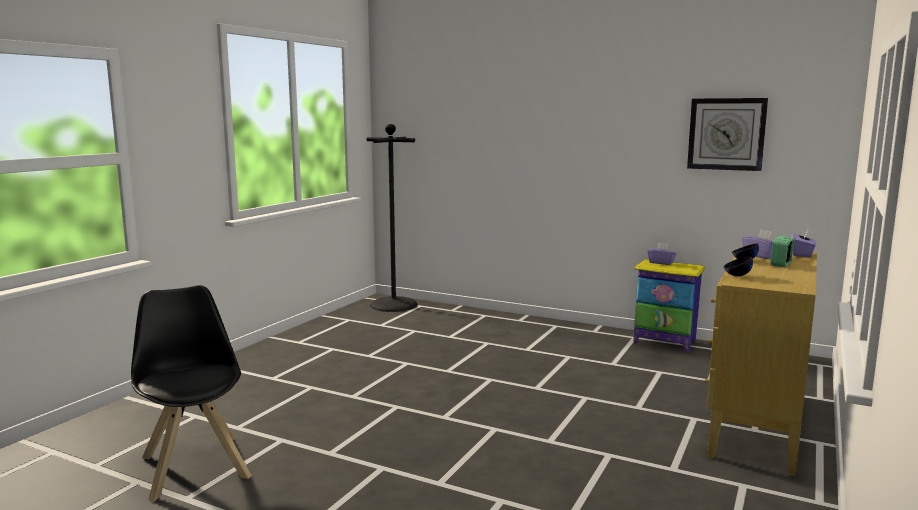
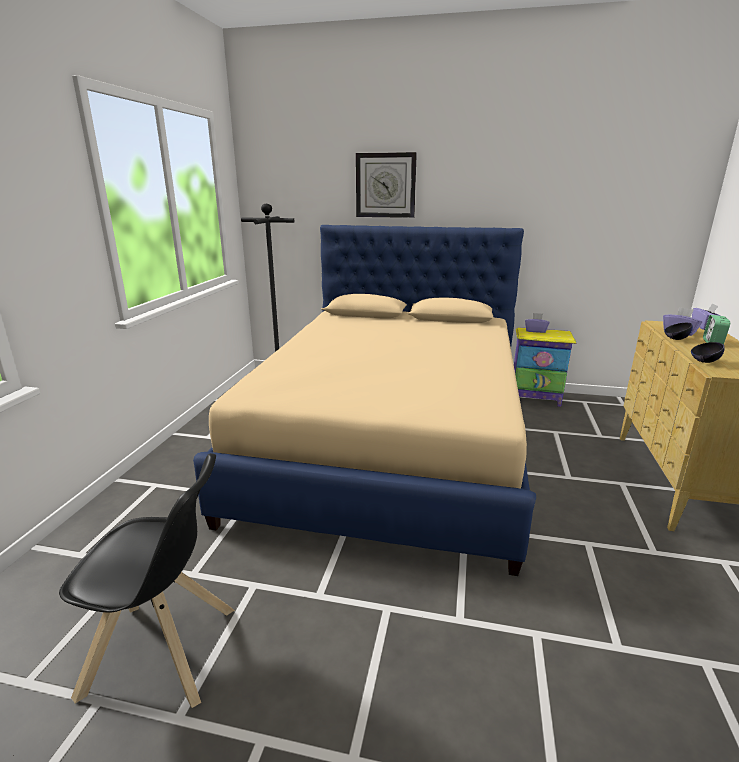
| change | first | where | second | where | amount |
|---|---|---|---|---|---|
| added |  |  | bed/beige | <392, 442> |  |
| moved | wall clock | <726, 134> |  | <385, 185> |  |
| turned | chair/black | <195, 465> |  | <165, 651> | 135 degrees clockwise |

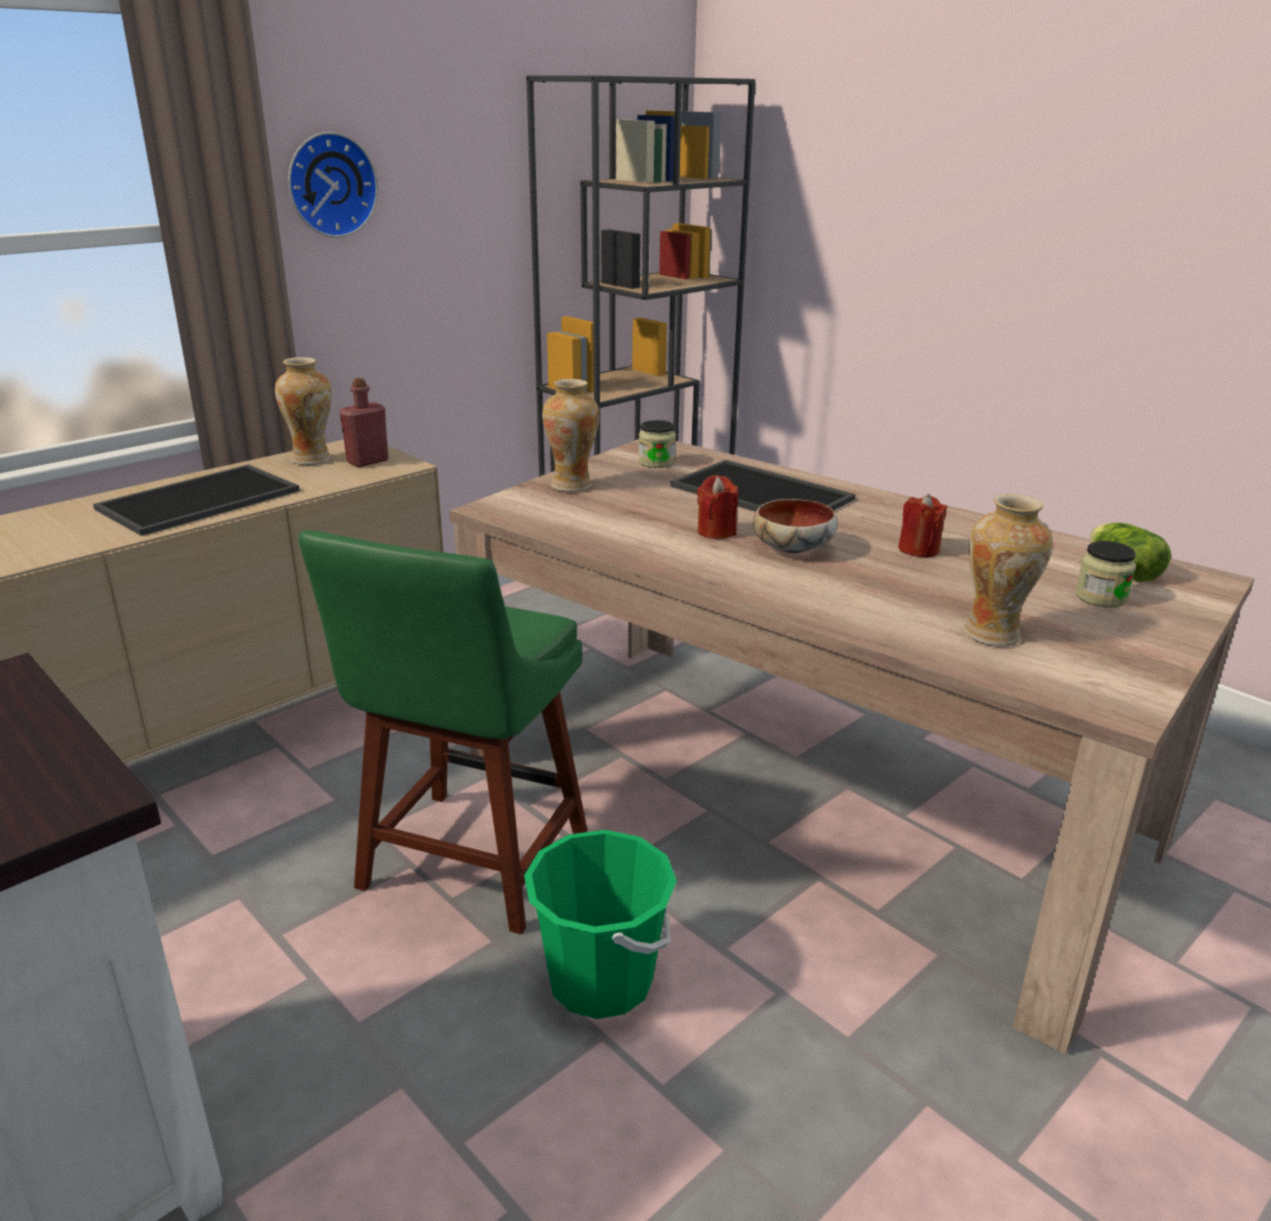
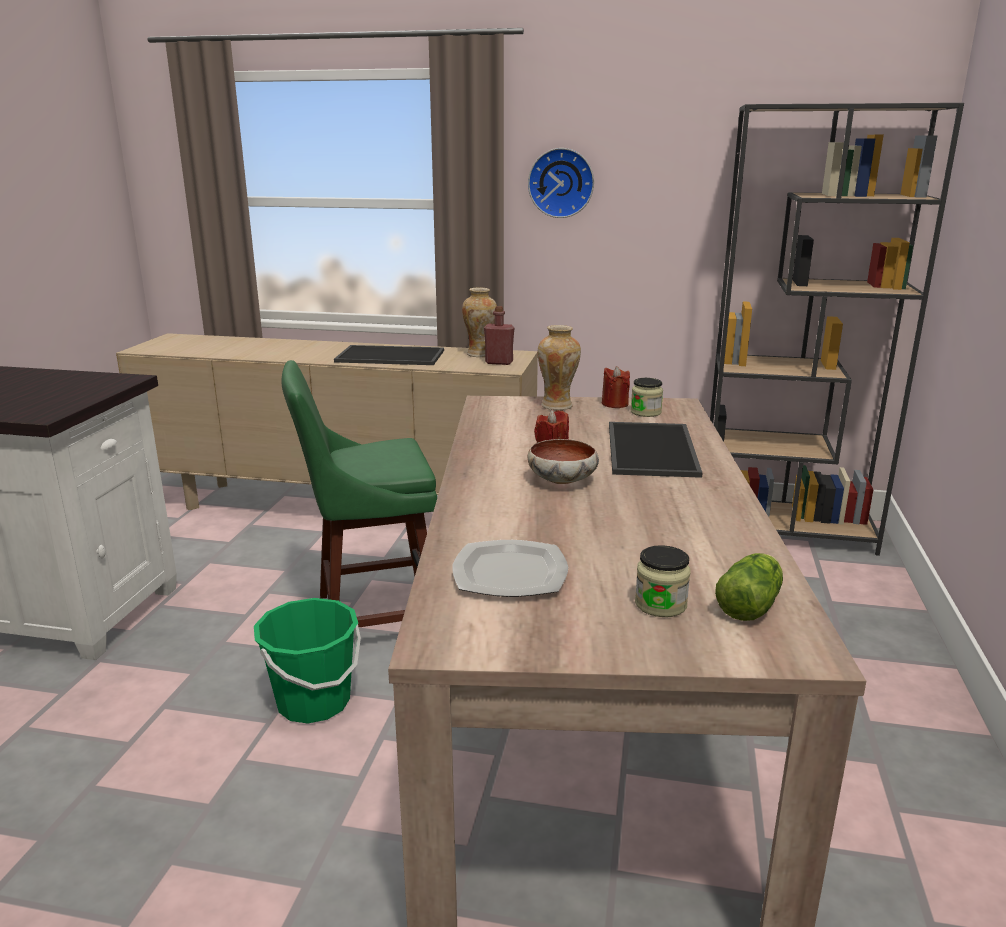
| change | first | where | second | where | amount |
|---|---|---|---|---|---|
| moved | candle/red | <918, 550> |  | <614, 404> |  |
| replaced | vase | <993, 635> | plate | <509, 573> |  |

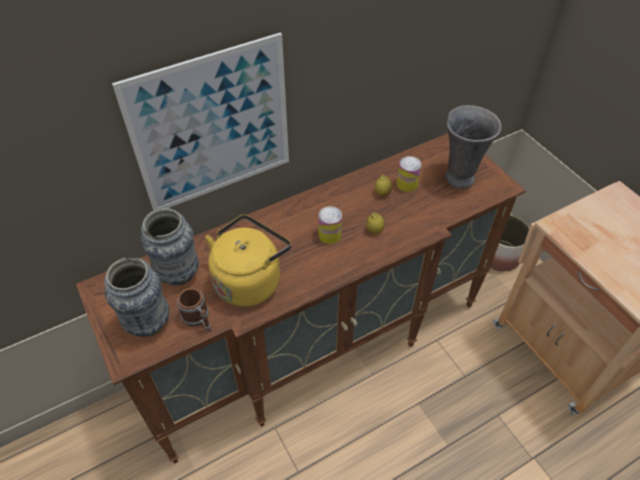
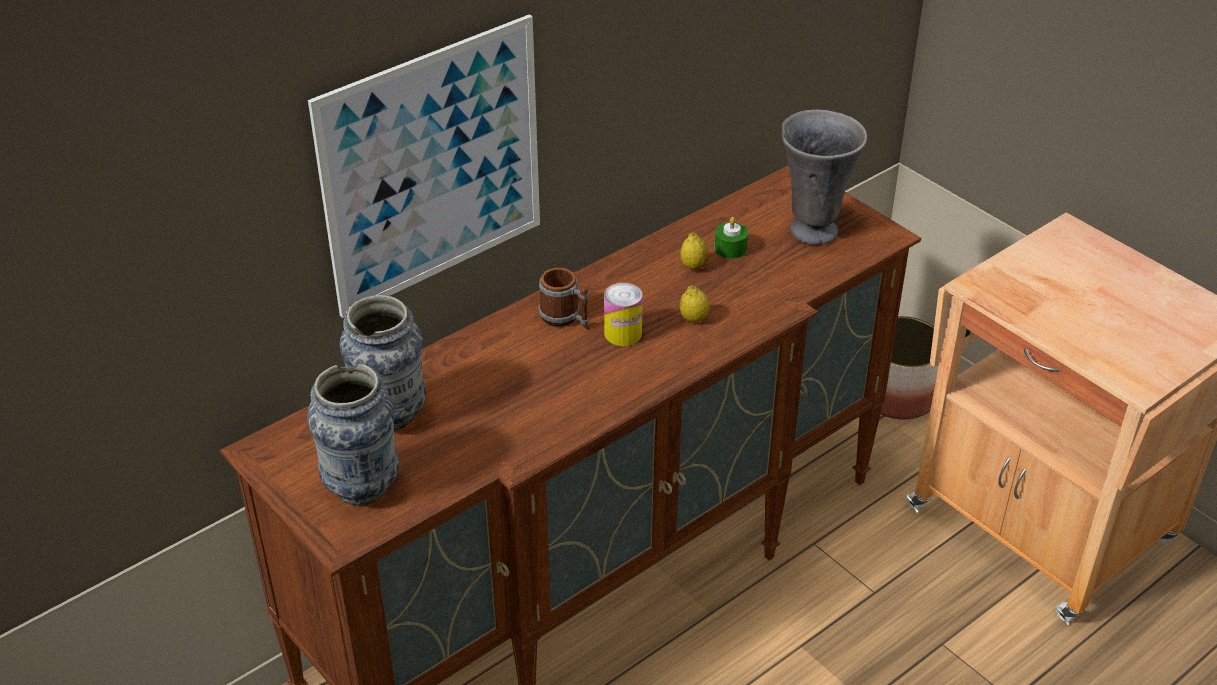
| change | first | where | second | where | amount |
|---|---|---|---|---|---|
| removed | kettle/yellow | <250, 280> |  |  |  |
| moved | mug | <198, 319> |  | <565, 318> |  |
| replaced | can | <407, 184> | candle/green | <730, 249> |  |

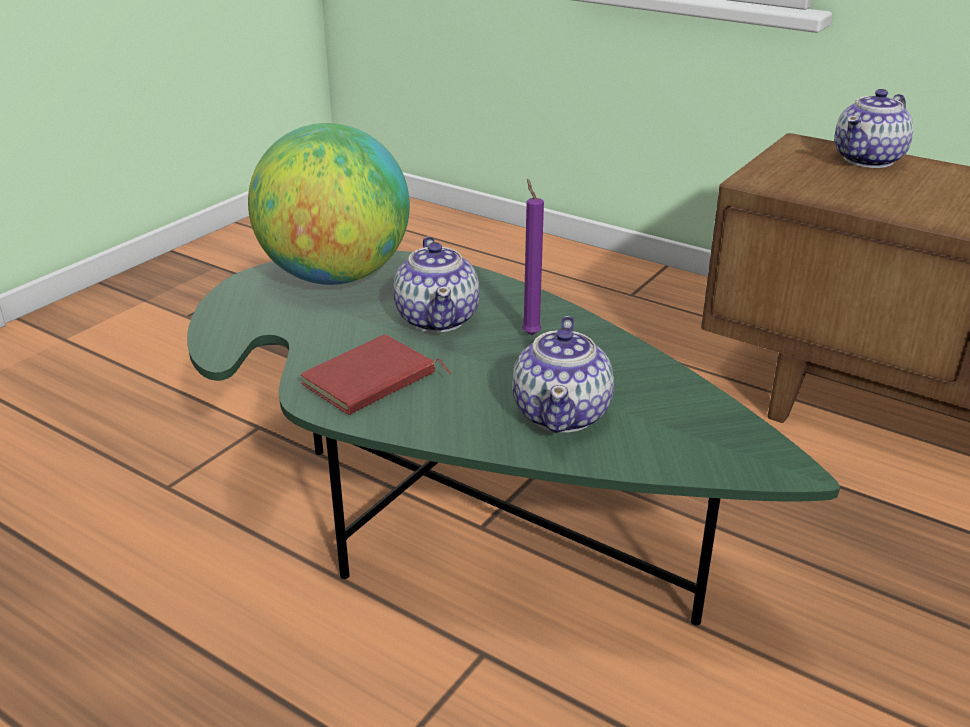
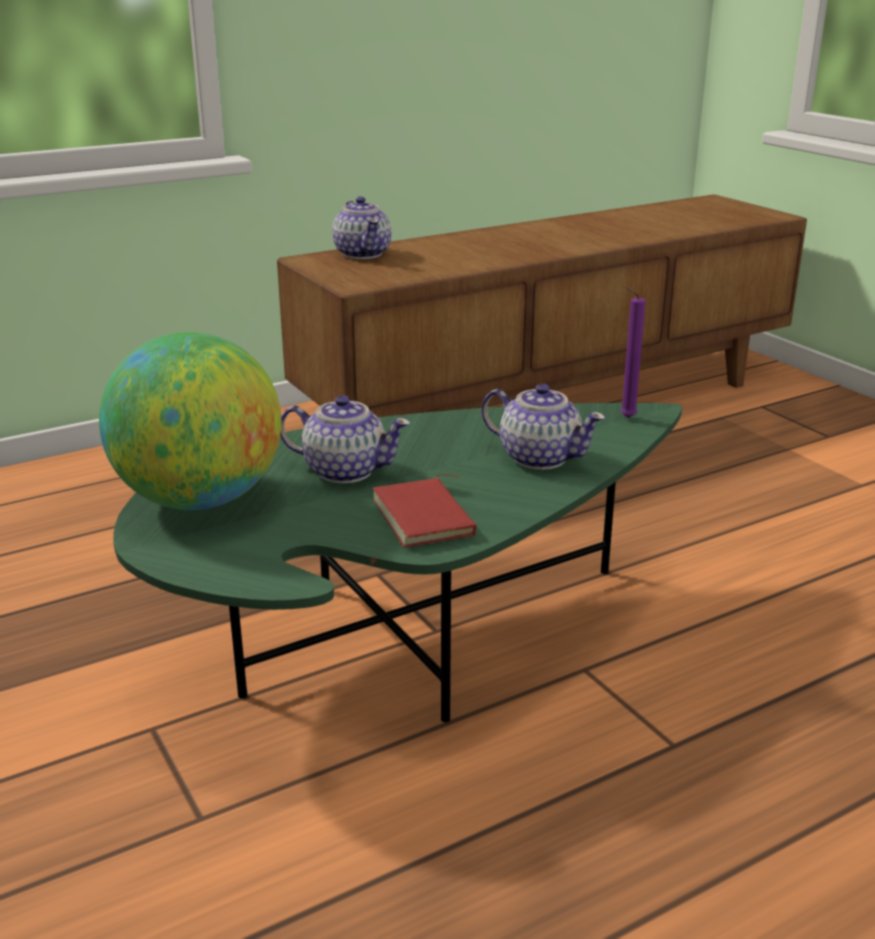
| change | first | where | second | where | amount |
|---|---|---|---|---|---|
| moved | candle/purple | <530, 333> |  | <625, 418> |  |

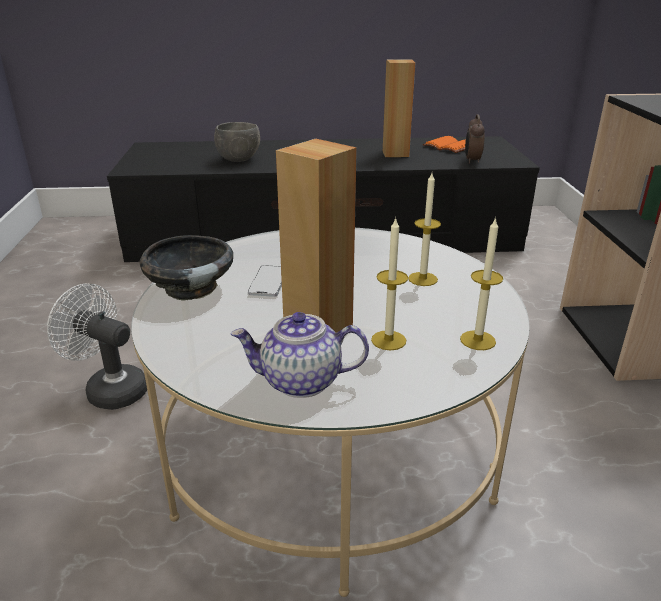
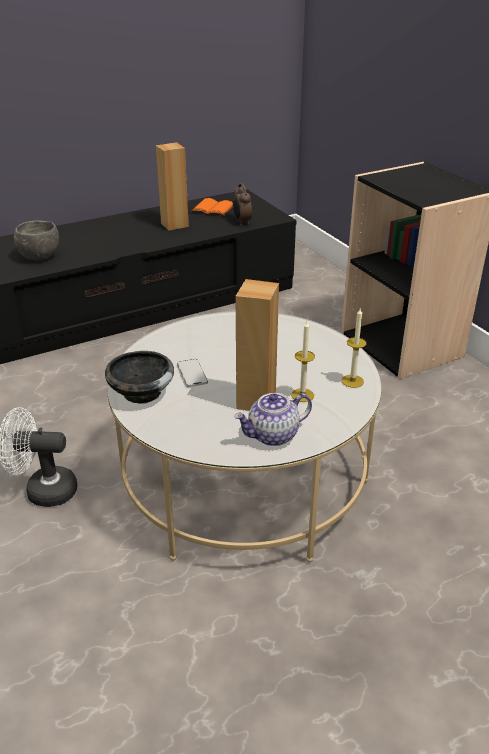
| change | first | where | second | where | amount |
|---|---|---|---|---|---|
| removed | candle | <422, 279> |  |  |  |

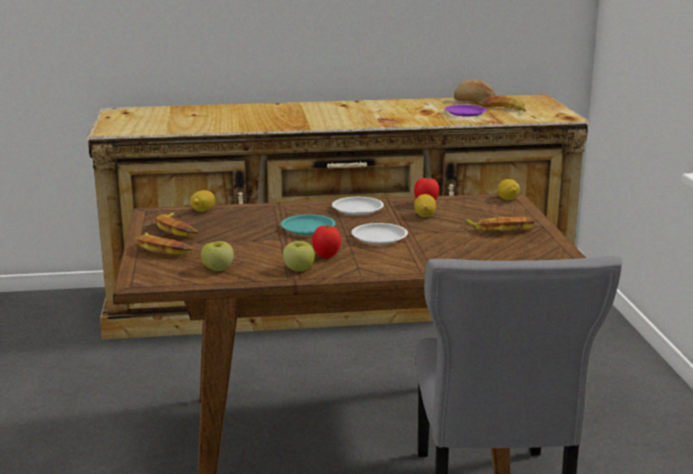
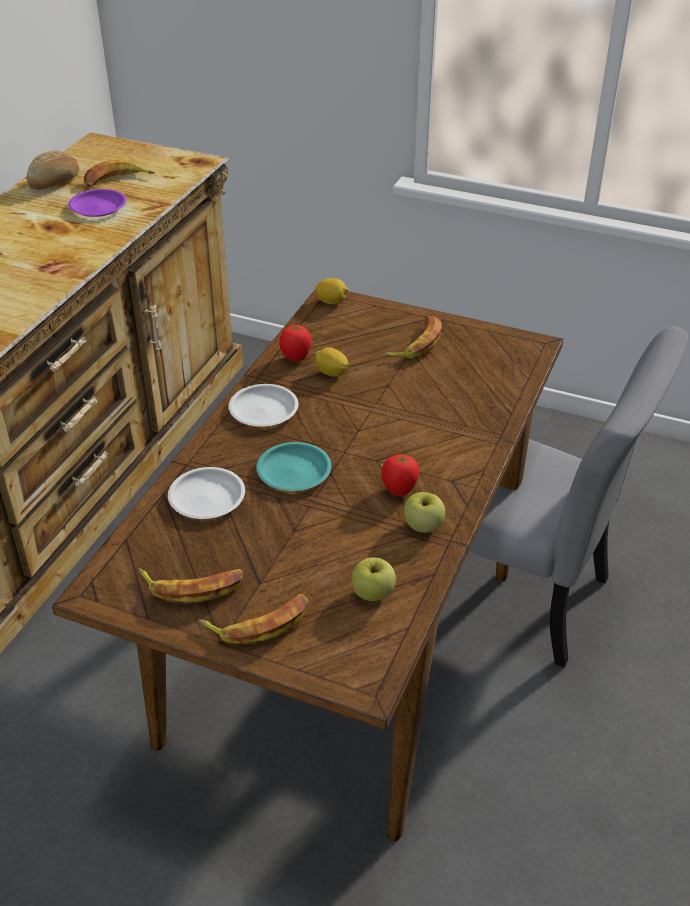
| change | first | where | second | where | amount |
|---|---|---|---|---|---|
| removed | lemon | <203, 211> |  |  |  |
| moved | plate/white | <380, 237> |  | <207, 497> |  |

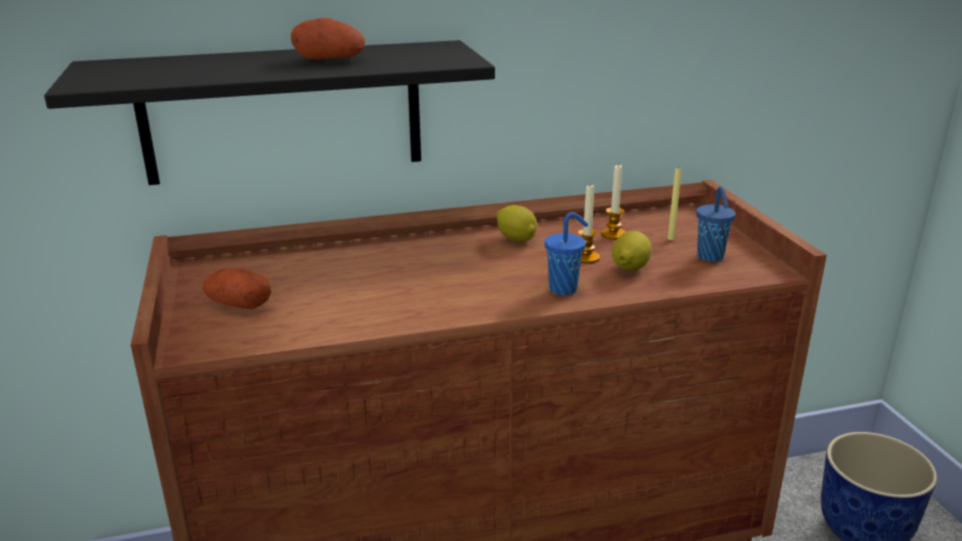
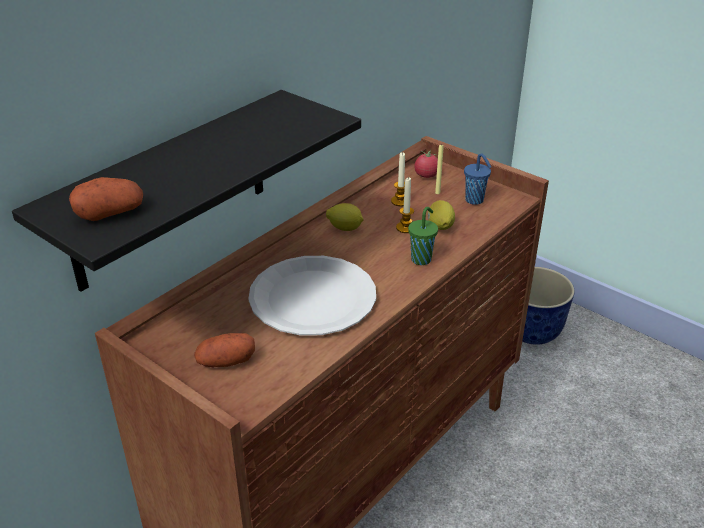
| change | first | where | second | where | amount |
|---|---|---|---|---|---|
| added |  |  | plate/white | <312, 298> |  |
| added |  |  | tomato | <426, 175> |  |
| moved | potato | <330, 59> |  | <110, 213> |  |
| recoloured | cup/blue | <564, 289> | cup/green | <422, 259> |  |

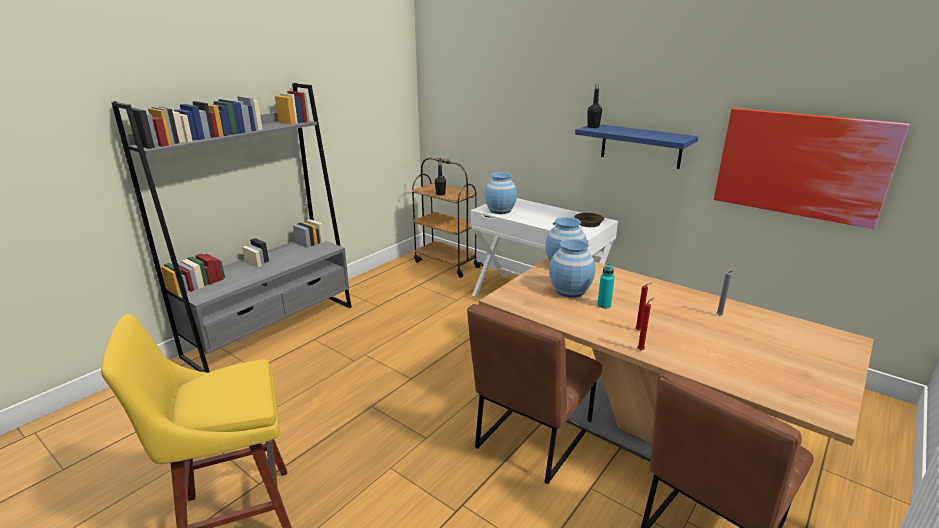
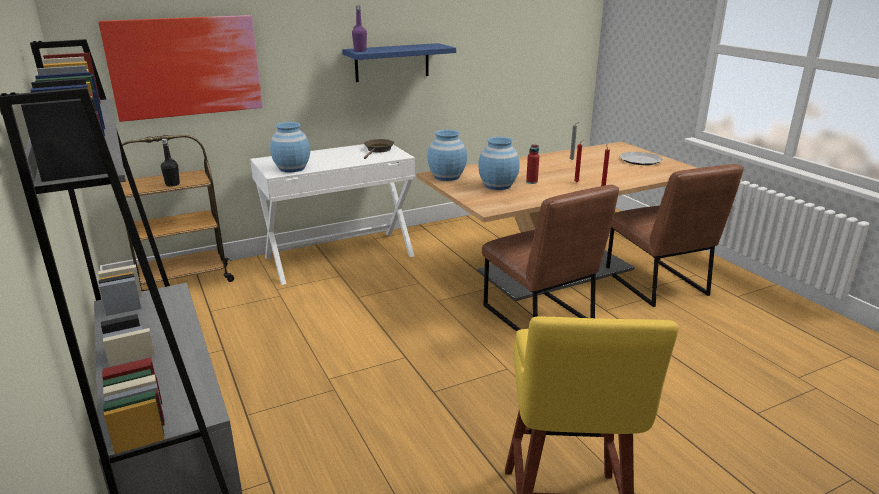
| change | first | where | second | where | amount |
|---|---|---|---|---|---|
| added |  |  | plate | <640, 160> |  |
| moved | picture | <801, 165> |  | <185, 67> |  |
| recoloured | bottle/black | <593, 127> | bottle/purple | <360, 50> |  |
| recoloured | bottle/turquoise | <604, 305> | bottle/red | <531, 182> |  |

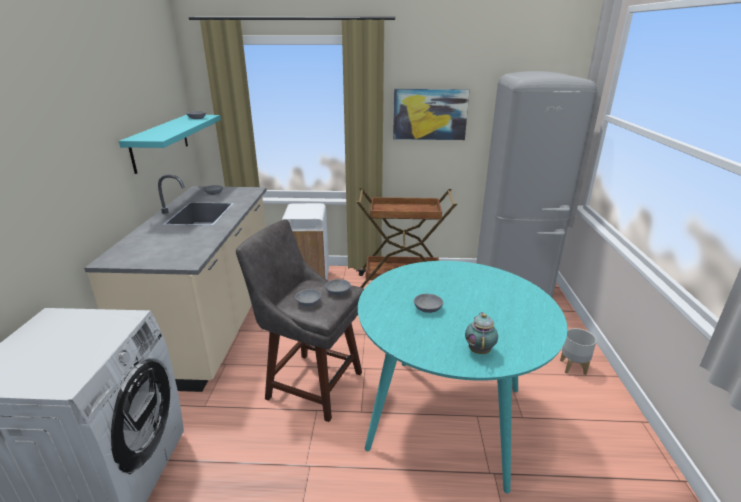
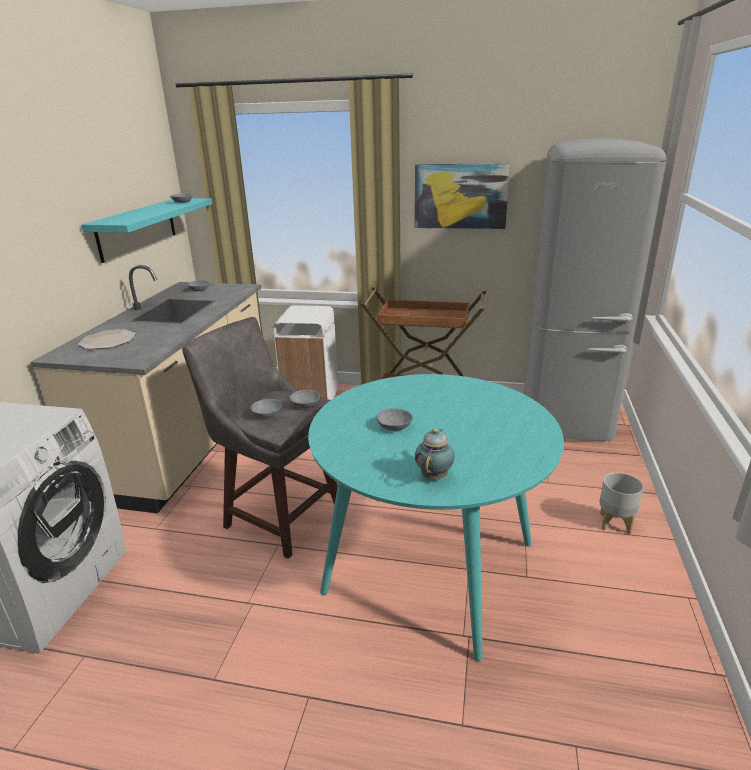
| change | first | where | second | where | amount |
|---|---|---|---|---|---|
| added |  |  | plate | <108, 341> |  |

